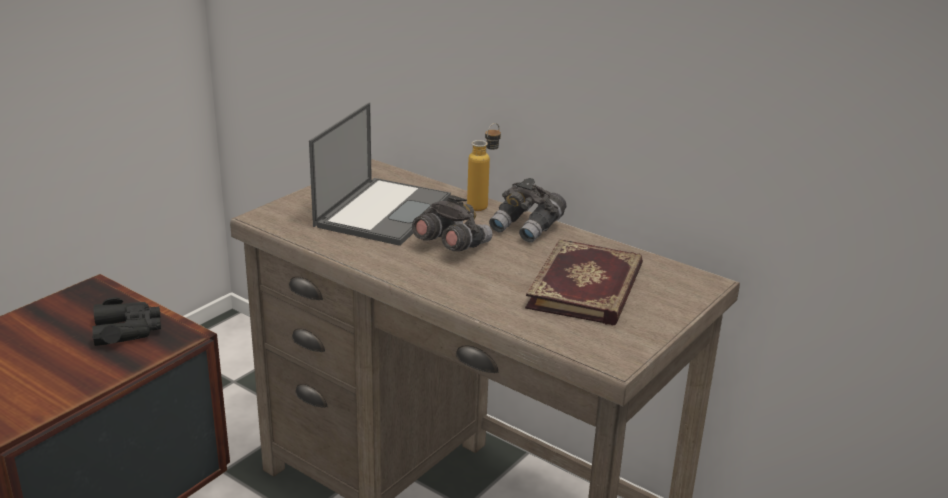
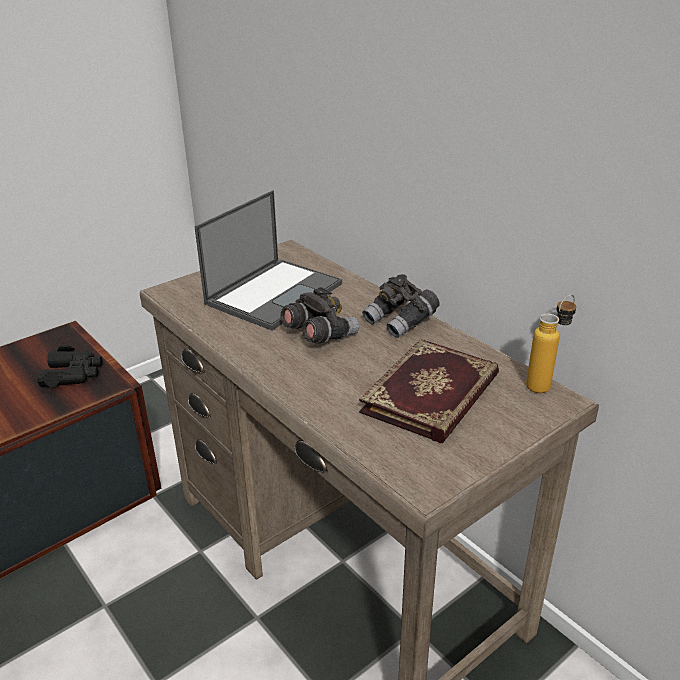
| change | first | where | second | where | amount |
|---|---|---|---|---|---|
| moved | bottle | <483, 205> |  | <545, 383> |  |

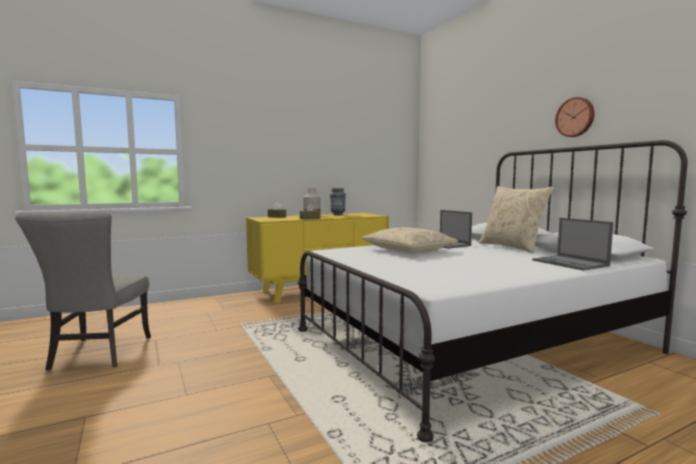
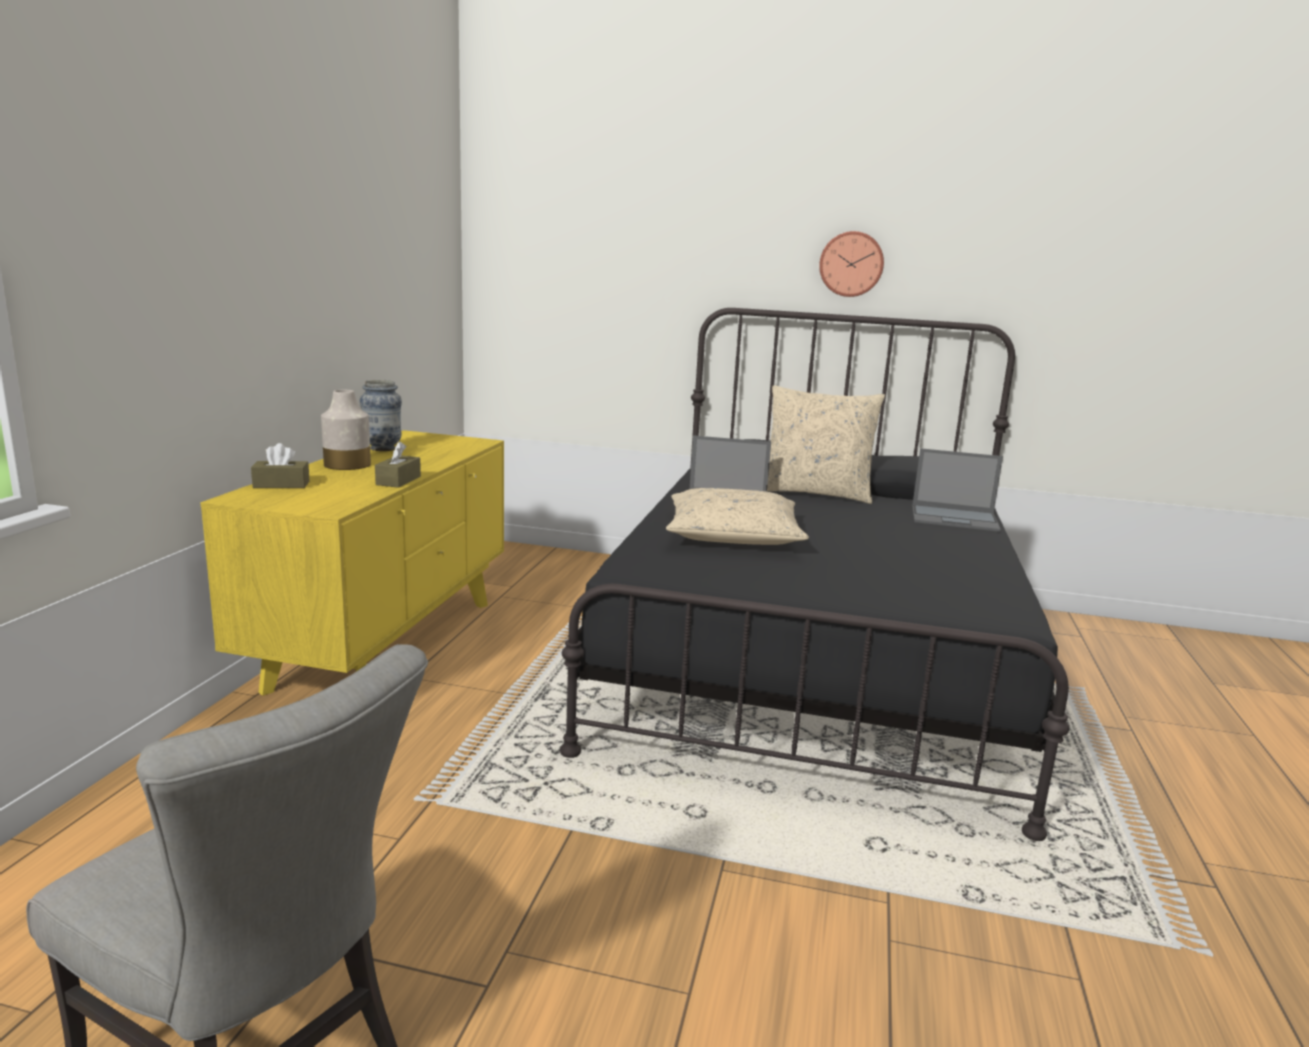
| change | first | where | second | where | amount |
|---|---|---|---|---|---|
| recoloured | bed/white | <472, 341> | bed/black | <811, 664> |  |

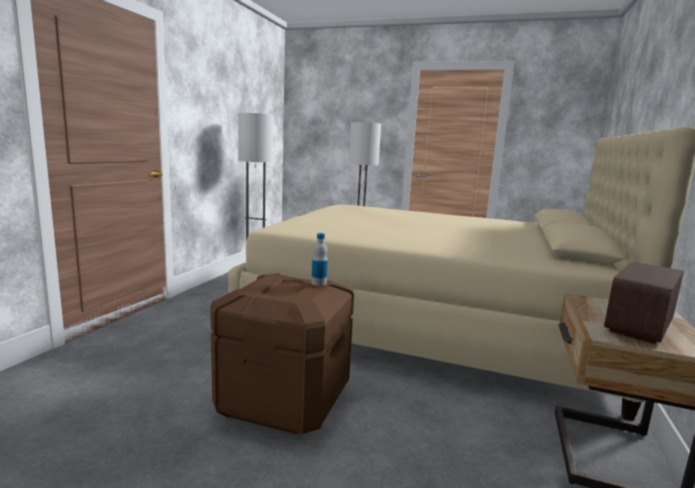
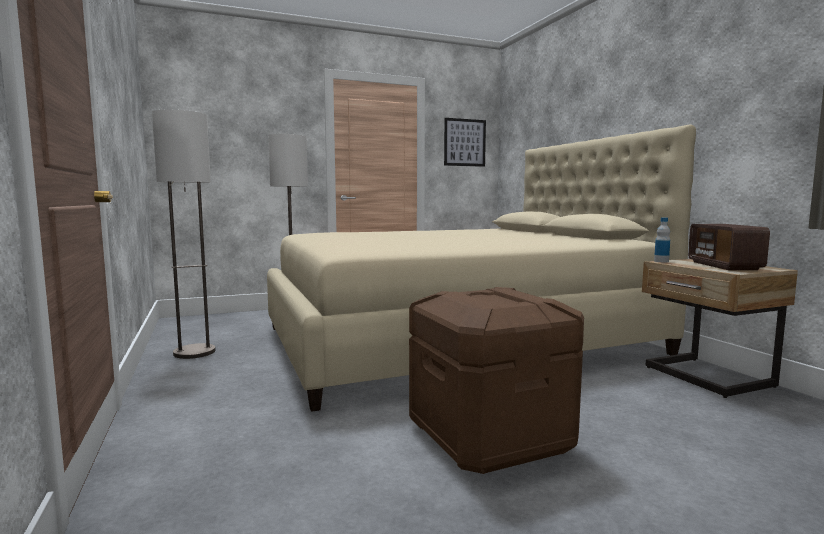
| change | first | where | second | where | amount |
|---|---|---|---|---|---|
| added |  |  | picture | <464, 142> |  |
| moved | bottle | <319, 283> |  | <661, 261> |  |

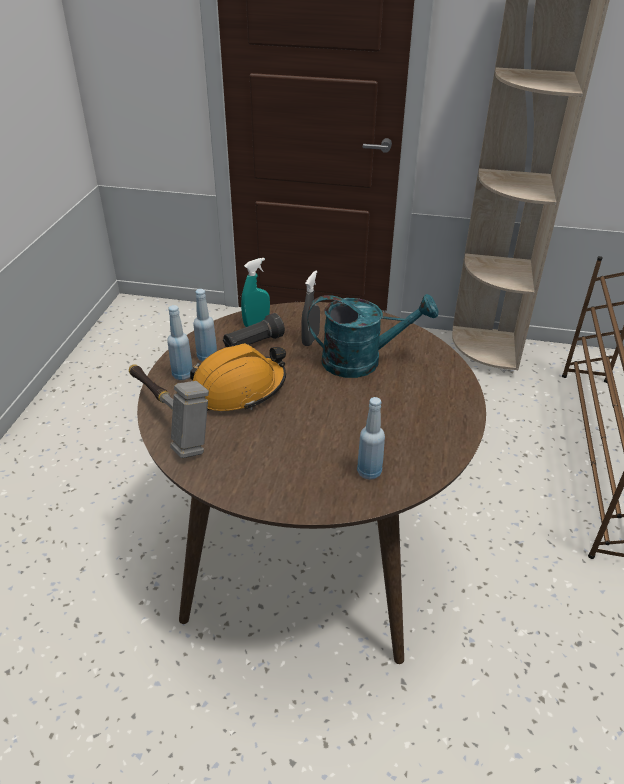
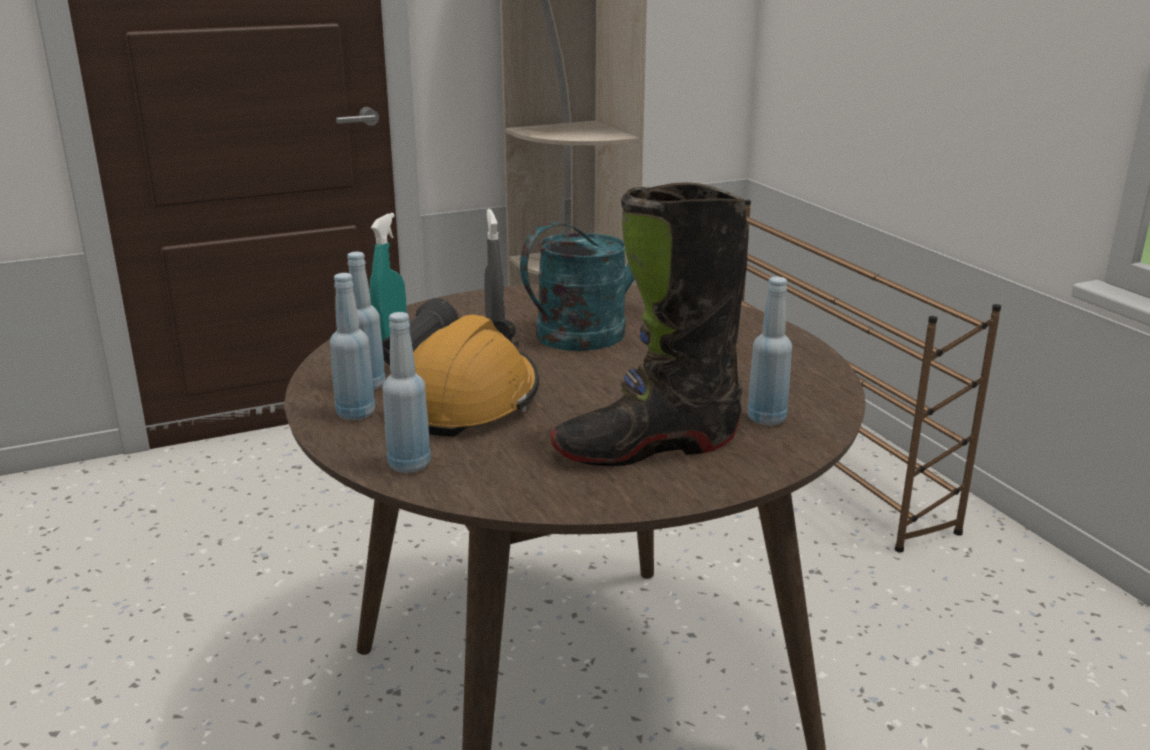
| change | first | where | second | where | amount |
|---|---|---|---|---|---|
| added |  |  | boot/black | <646, 448> |  |
| replaced | hammer | <168, 420> | bottle/blue | <409, 465> |  |

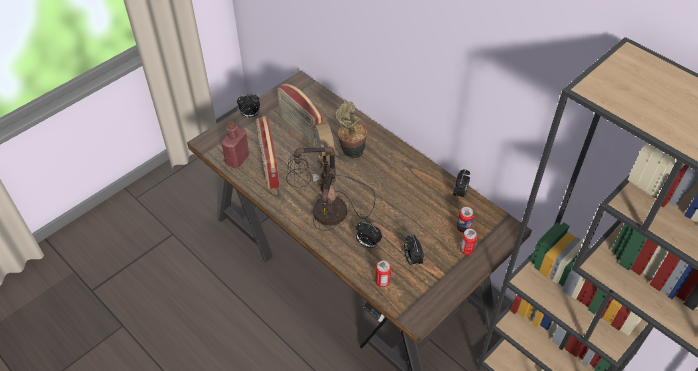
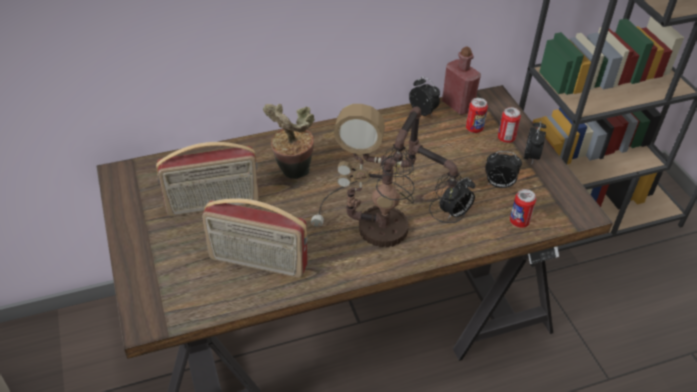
| change | first | where | second | where | amount |
|---|---|---|---|---|---|
| moved | bottle/red | <237, 159> |  | <457, 105> |  |
| moved | alarm clock | <250, 115> |  | <531, 157> |  |

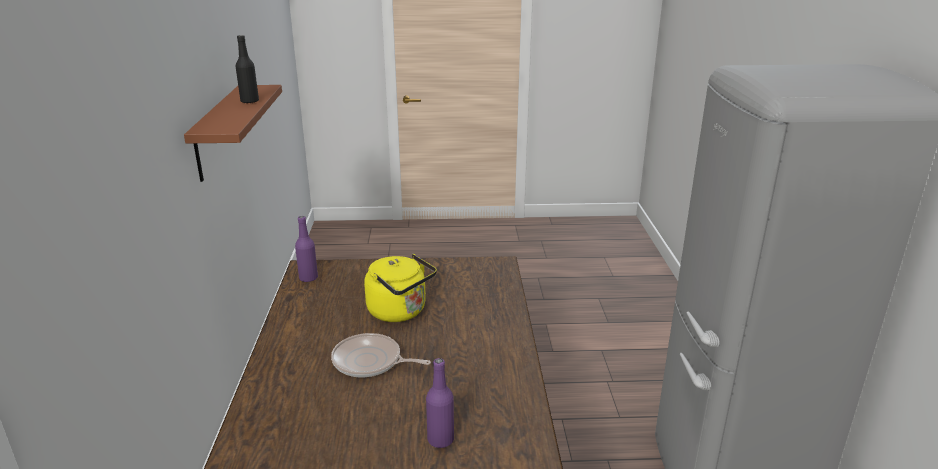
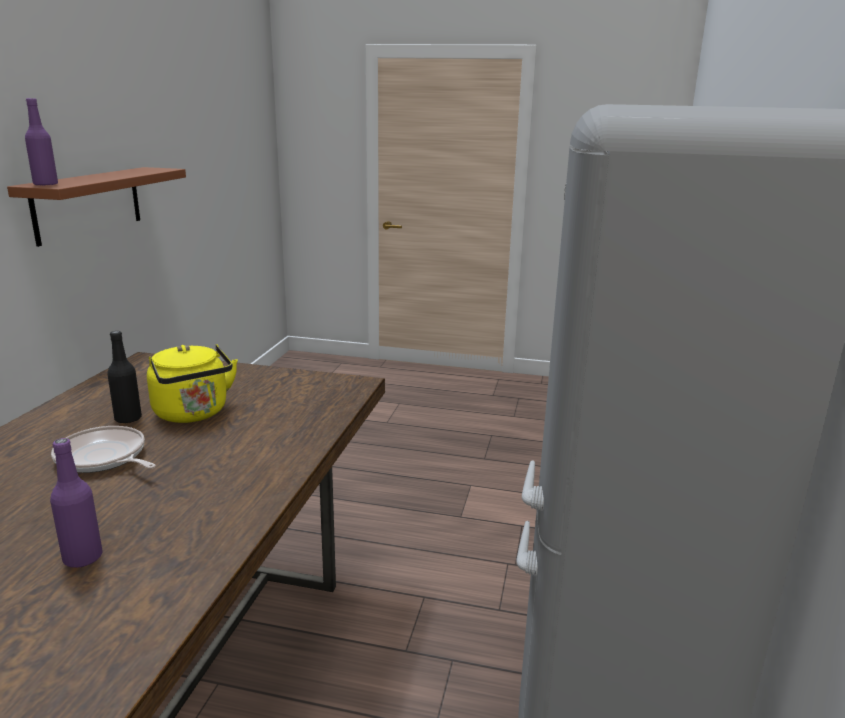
| change | first | where | second | where | amount |
|---|---|---|---|---|---|
| moved | bottle/black | <249, 101> |  | <128, 419> |  |
| moved | bottle/purple | <308, 278> |  | <45, 184> |  |

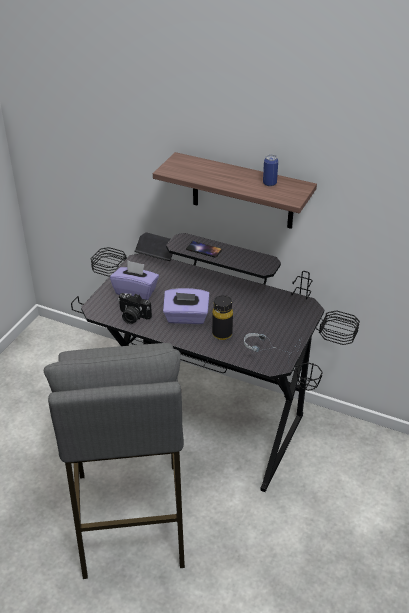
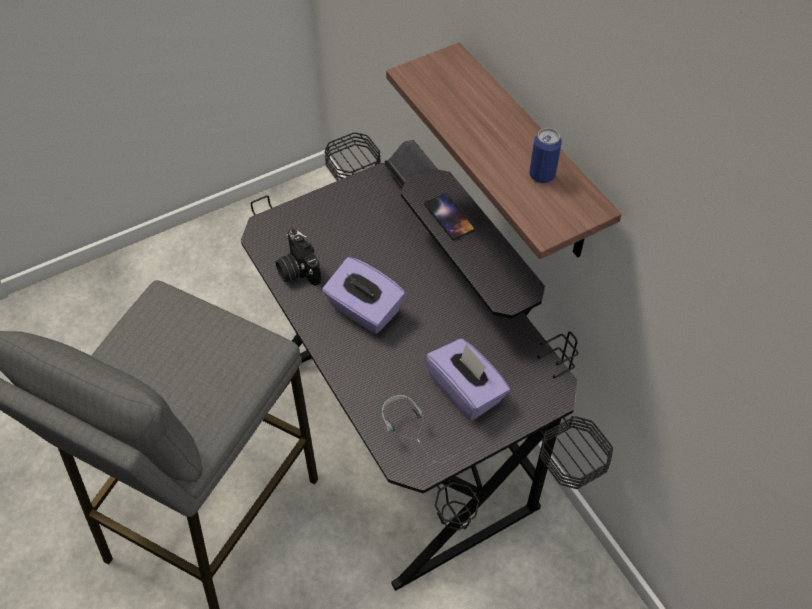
| change | first | where | second | where | amount |
|---|---|---|---|---|---|
| removed | bottle/black | <222, 334> |  |  |  |
| moved | tissue box/purple | <136, 291> |  | <466, 391> |  |

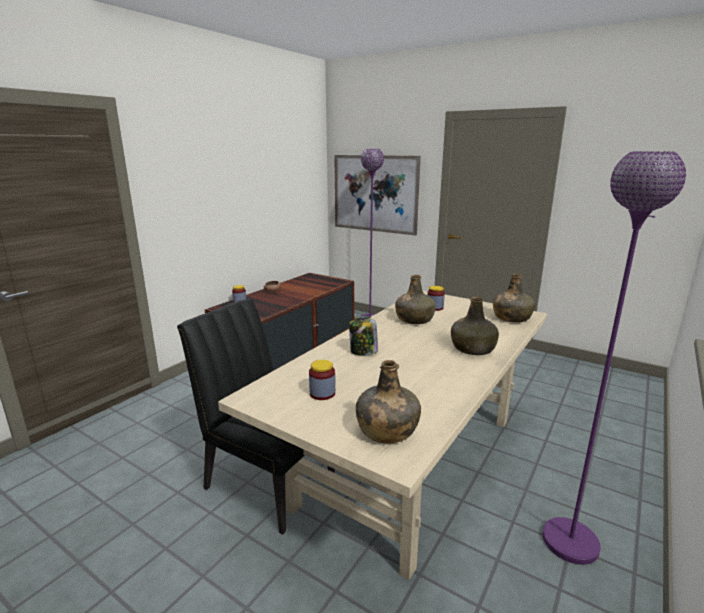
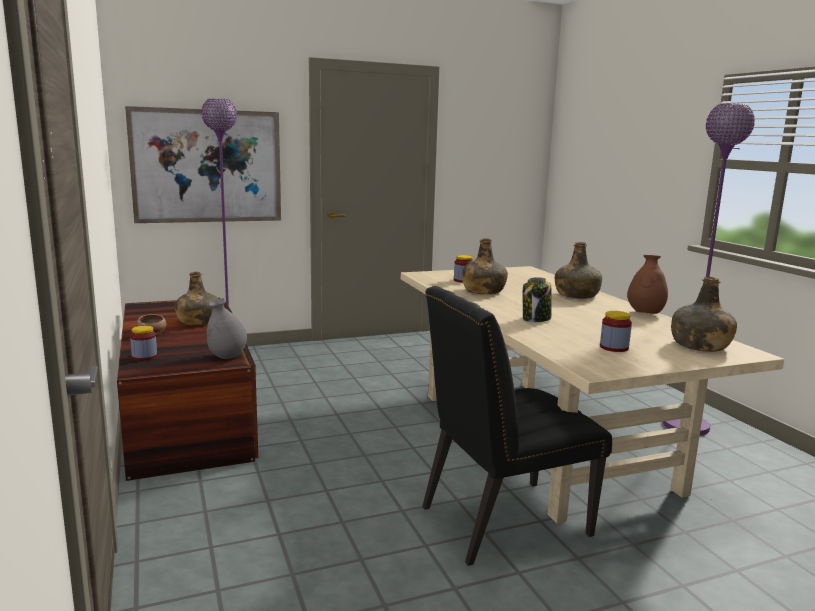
| change | first | where | second | where | amount |
|---|---|---|---|---|---|
| added |  |  | vase/grey | <227, 357> |  |
| added |  |  | vase/brown | <645, 313> |  |
| moved | bottle/green | <511, 318> |  | <198, 321> |  |

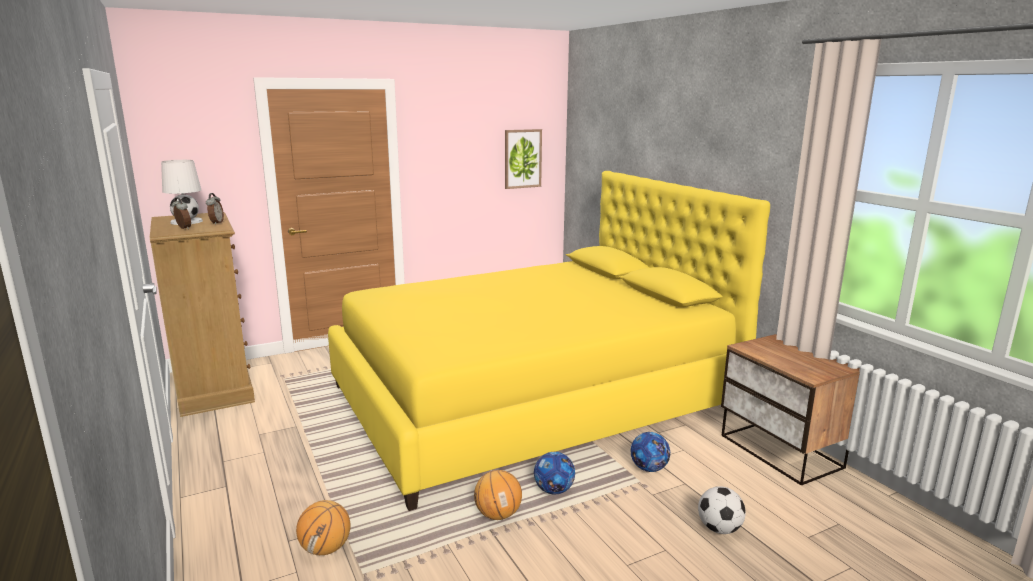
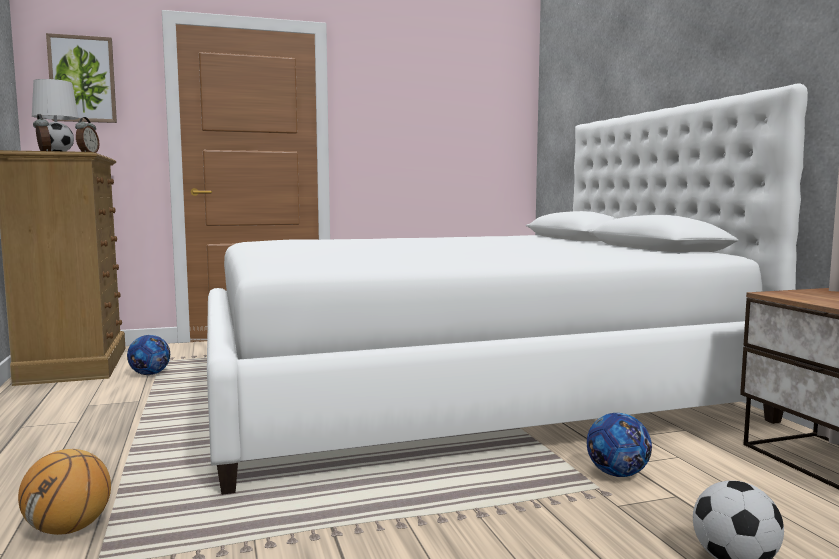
| change | first | where | second | where | amount |
|---|---|---|---|---|---|
| removed | basketball | <498, 514> |  |  |  |
| moved | picture | <522, 158> |  | <82, 79> |  |
| moved | football | <554, 490> |  | <150, 374> |  |
| recoloured | bed/yellow | <533, 399> | bed/white | <464, 393> |  |

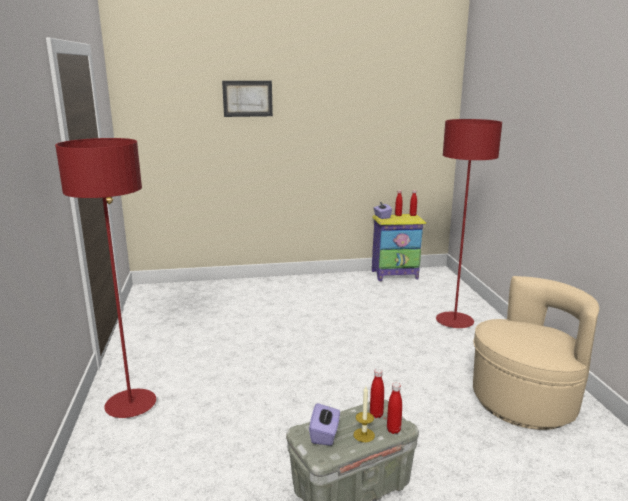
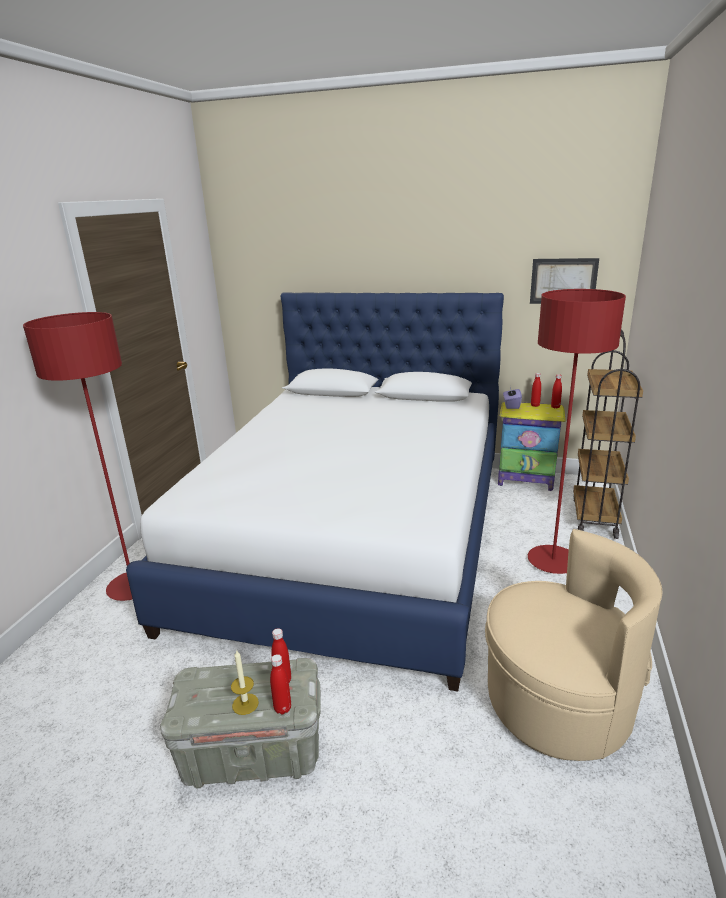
| change | first | where | second | where | amount |
|---|---|---|---|---|---|
| removed | tissue box/purple | <325, 434> |  |  |  |
| added |  |  | bed/white | <355, 536> |  |
| added |  |  | cart/brown | <595, 518> |  |
| moved | picture | <247, 98> |  | <563, 281> |  |

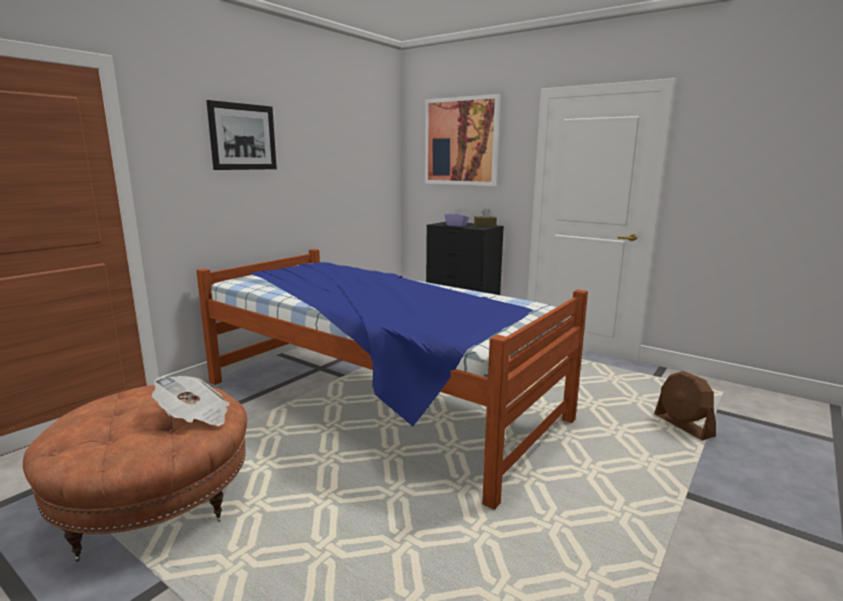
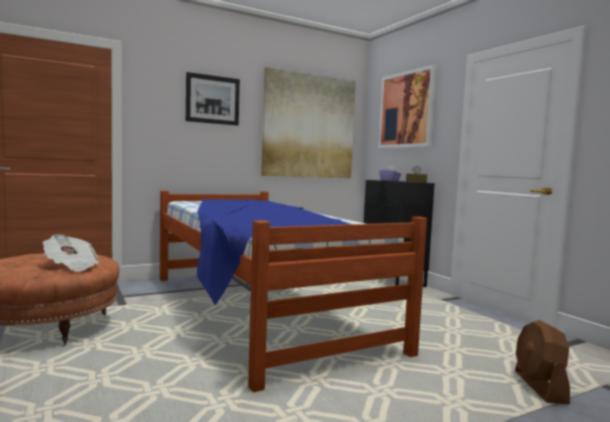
| change | first | where | second | where | amount |
|---|---|---|---|---|---|
| added |  |  | picture | <309, 126> |  |

